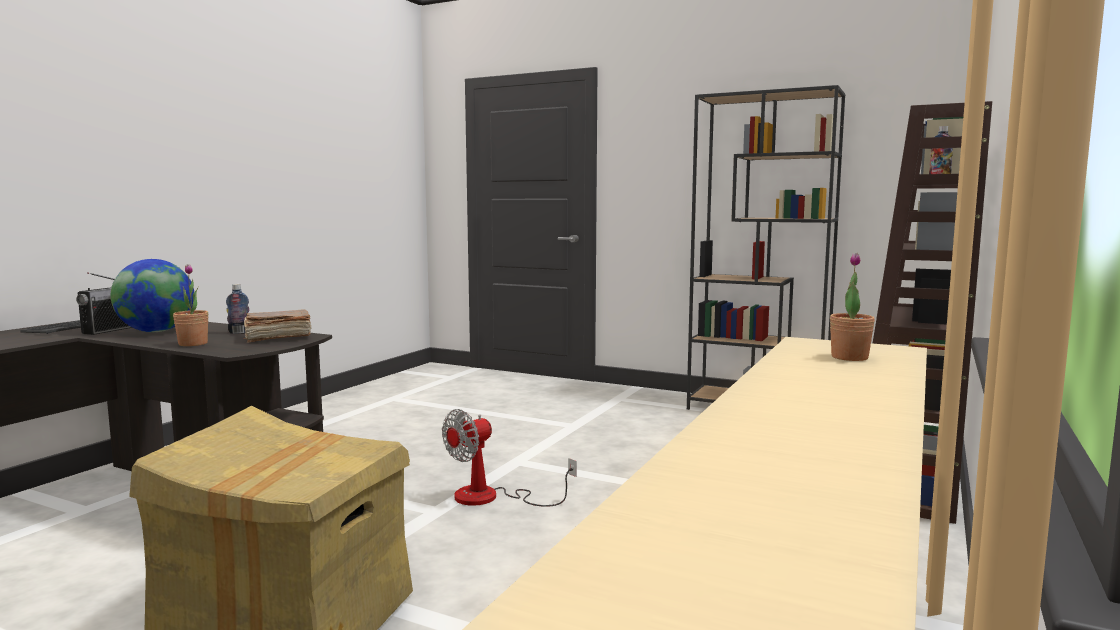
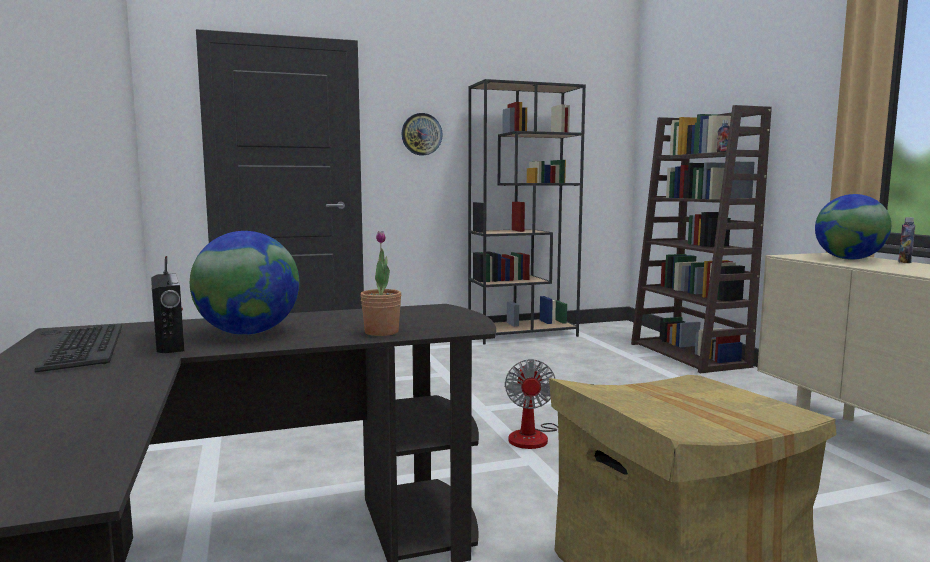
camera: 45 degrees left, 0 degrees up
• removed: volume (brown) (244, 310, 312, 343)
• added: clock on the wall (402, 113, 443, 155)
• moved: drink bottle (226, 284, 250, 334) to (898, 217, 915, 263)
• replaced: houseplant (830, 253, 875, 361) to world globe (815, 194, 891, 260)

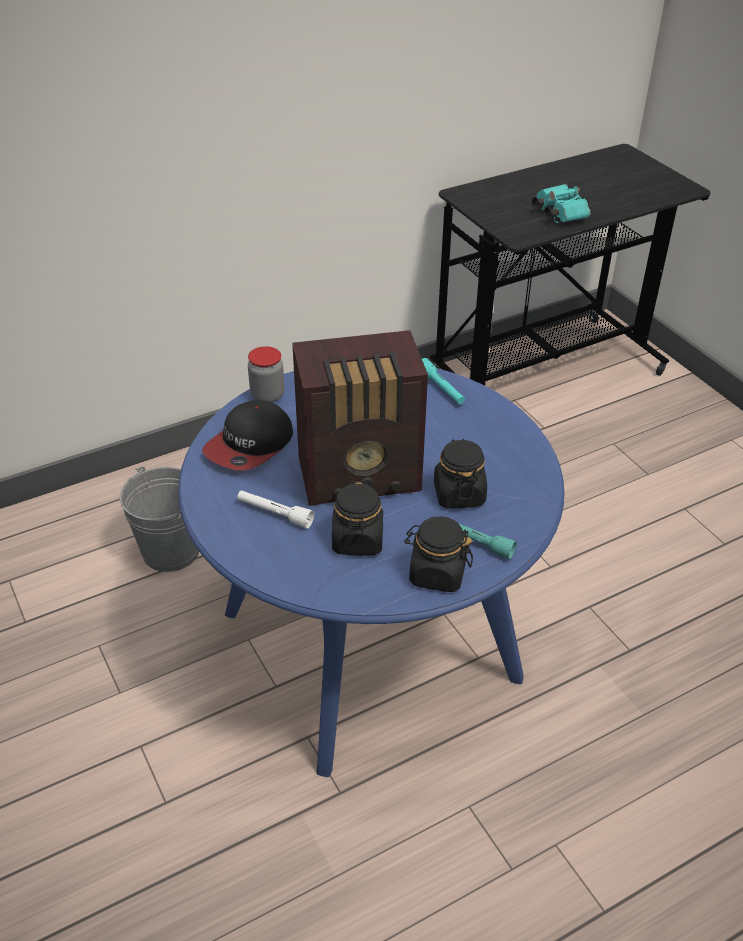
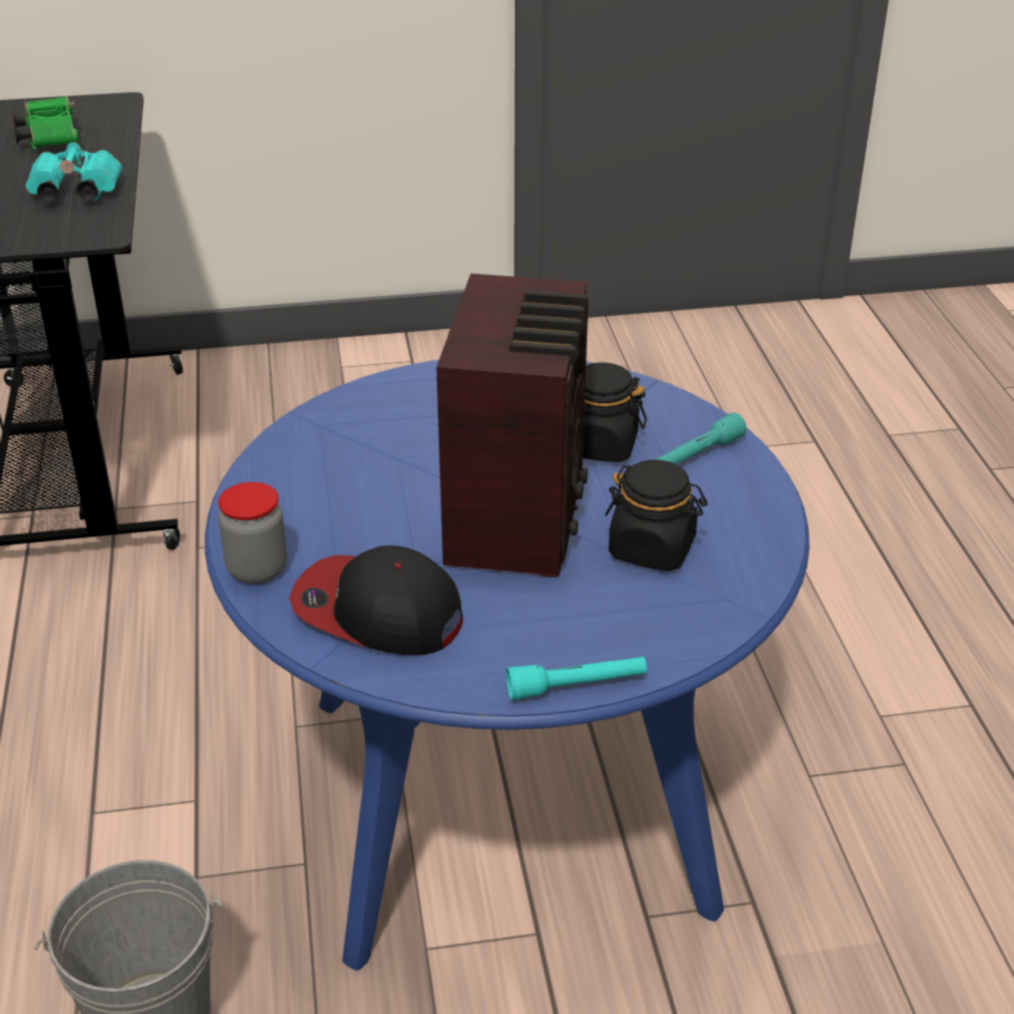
camera: 70 degrees left, 5 degrees down
• removed: hand torch (whitish) (237, 490, 314, 529)
• removed: storage jar (black) (404, 516, 473, 592)
• added: binoculars (green-coloured) (12, 96, 78, 149)
• moved: hand torch (turquoise) (422, 358, 465, 405) to (506, 657, 647, 700)
• turned: baseball cap (202, 400, 293, 470) = (289, 546, 463, 656) 150 degrees clockwise

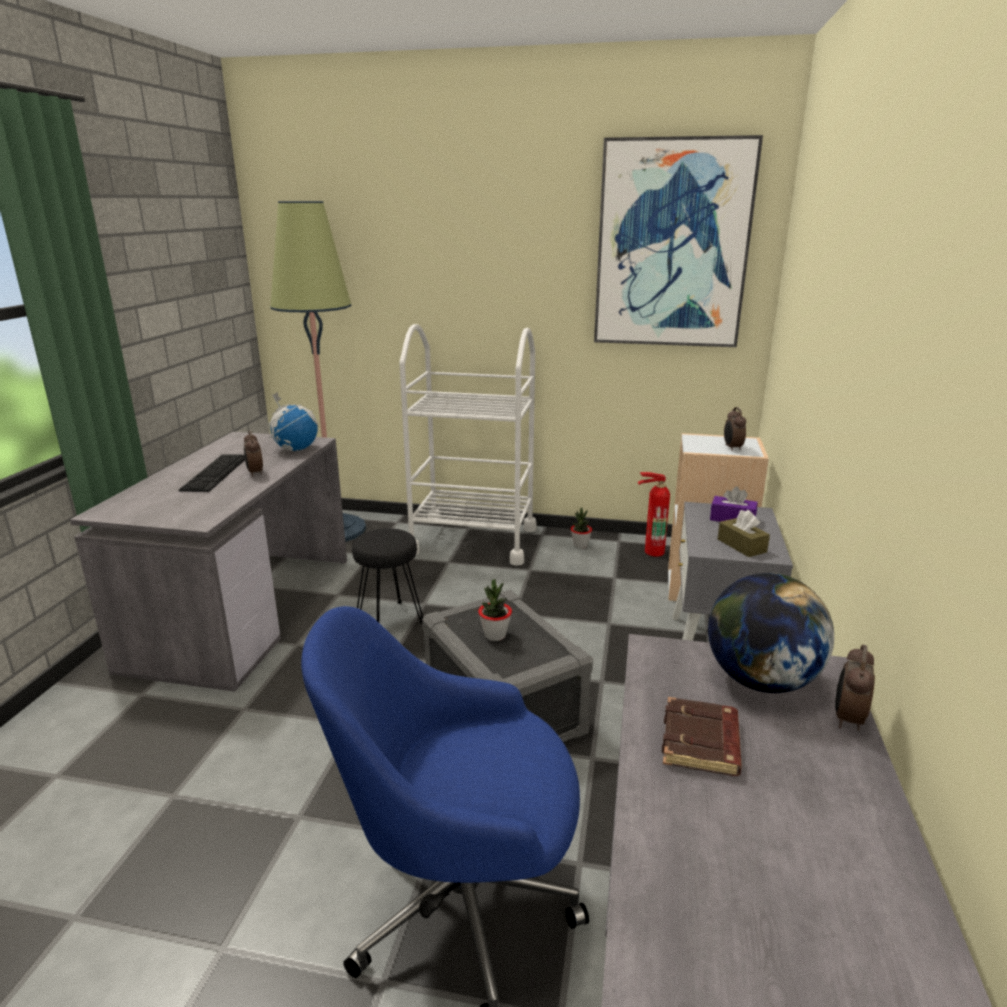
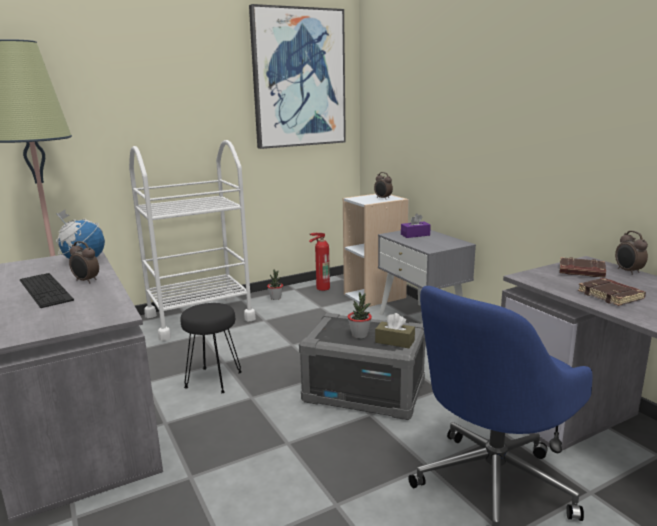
camera: 40 degrees left, 5 degrees down
• moved: tissue holder (brown) (718, 510, 770, 557) to (375, 313, 415, 348)
• replaced: world globe (708, 573, 834, 693) to volume (brown) (560, 257, 606, 278)

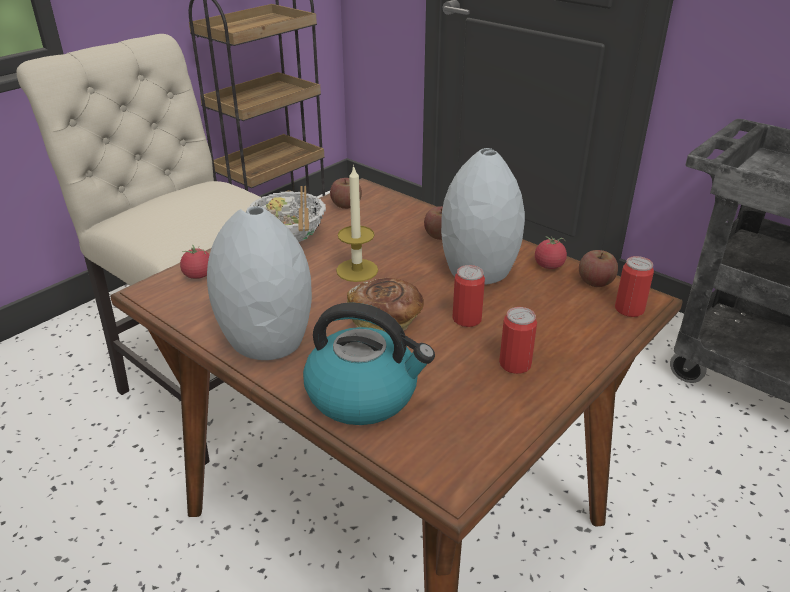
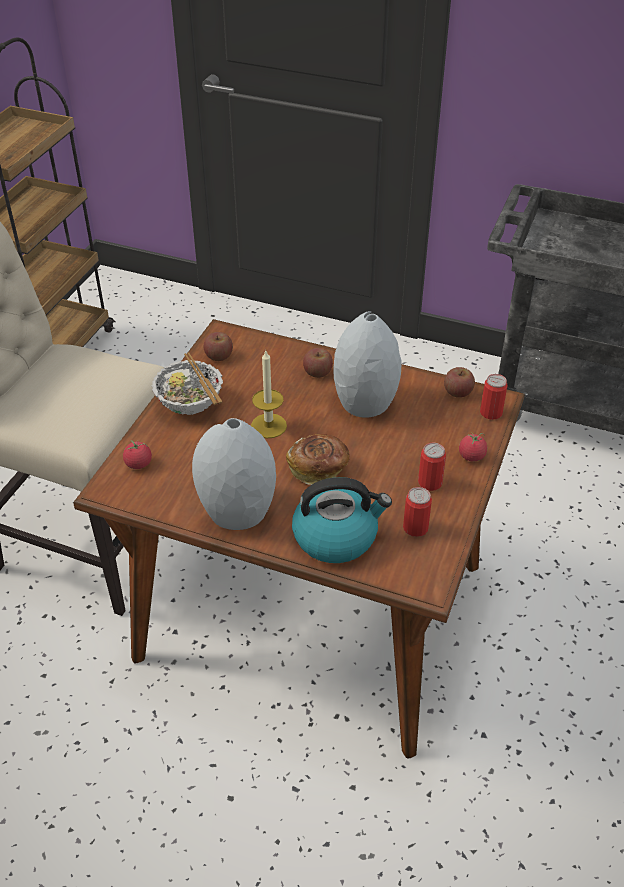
camera: 20 degrees left, 10 degrees up
• moved: sealed can (452, 265, 485, 327) to (403, 487, 432, 537)
• moved: whole tomato (535, 237, 567, 269) to (459, 433, 487, 462)

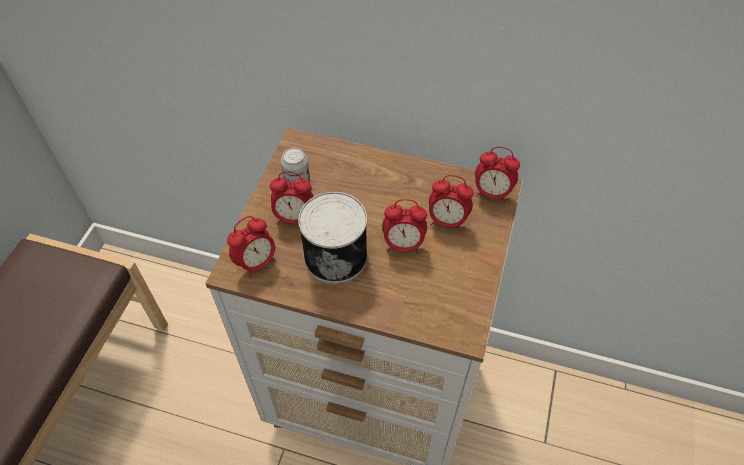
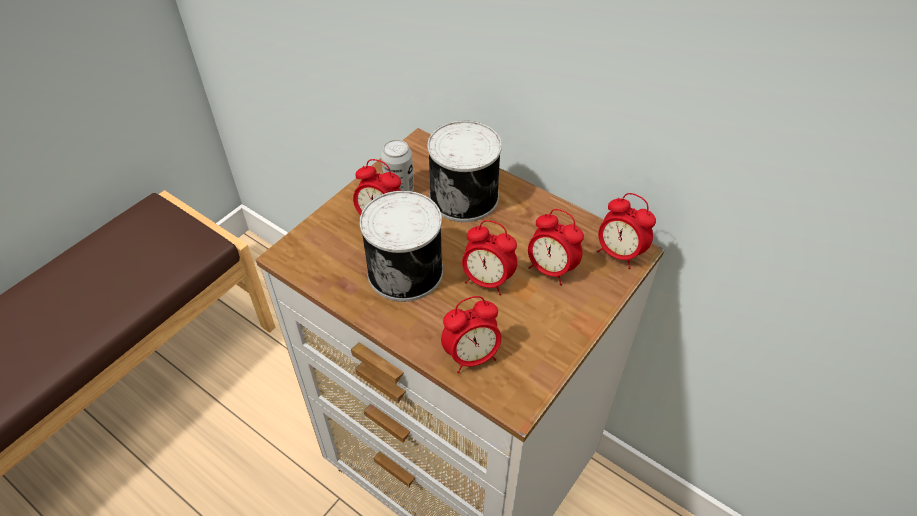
camera: 20 degrees right, 5 degrees down
• added: sealed can (427, 121, 502, 222)
• moved: bedside clock (227, 216, 275, 278) to (441, 296, 501, 373)

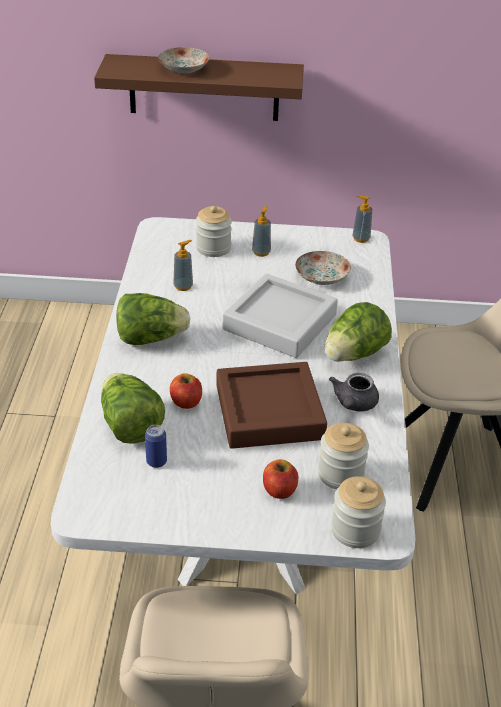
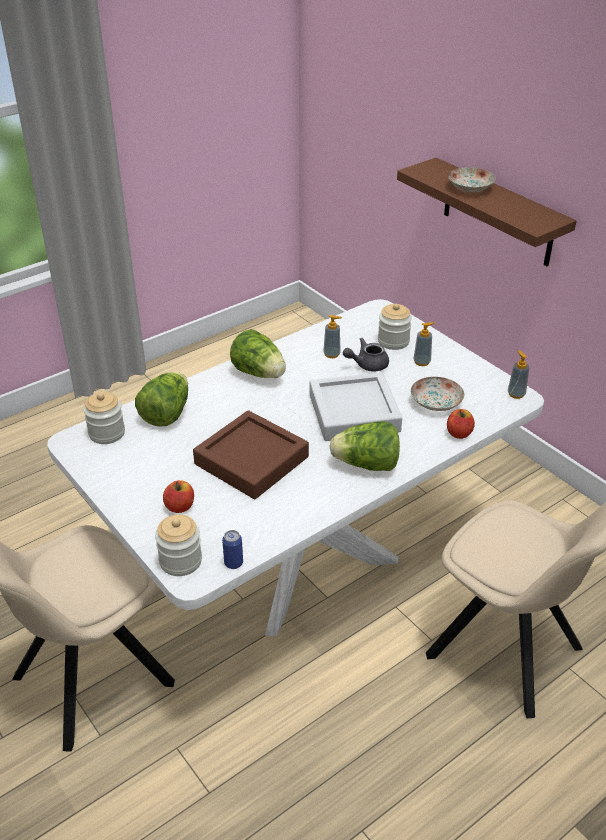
camera: 50 degrees right, 0 degrees up
• moved: sealed can (145, 425, 167, 468) to (222, 530, 243, 569)
• moved: apple (170, 373, 202, 409) to (447, 409, 475, 439)
• moved: storage jar (318, 423, 369, 489) to (83, 392, 125, 444)
• moved: pot for tea (grey) (329, 373, 379, 412) to (343, 338, 389, 371)

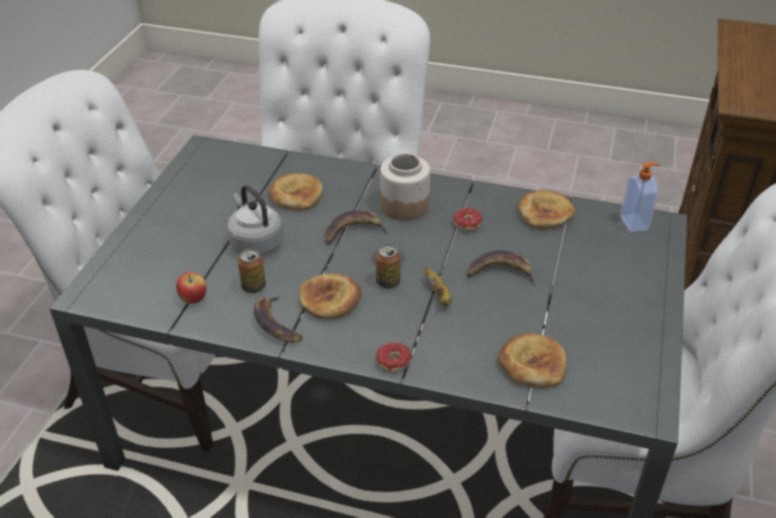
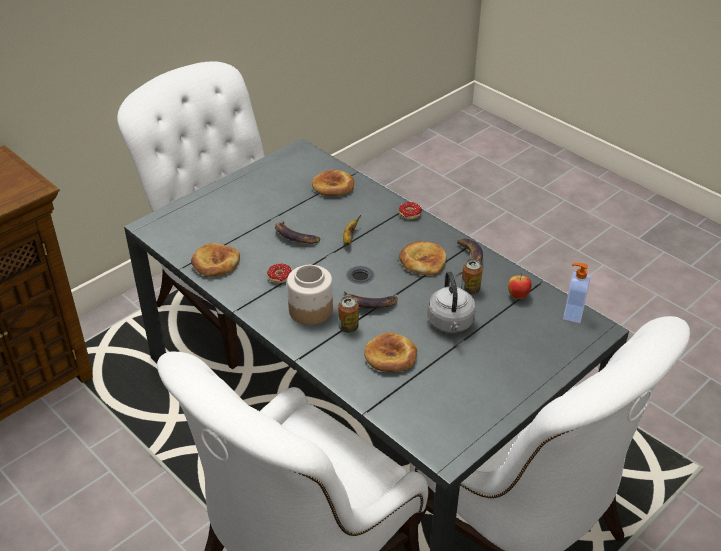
camera: 150 degrees left, 0 degrees up
• moved: sealed can (376, 244, 400, 289) to (338, 296, 359, 333)
• moved: liquid soap bottle (620, 162, 660, 232) to (563, 263, 591, 323)

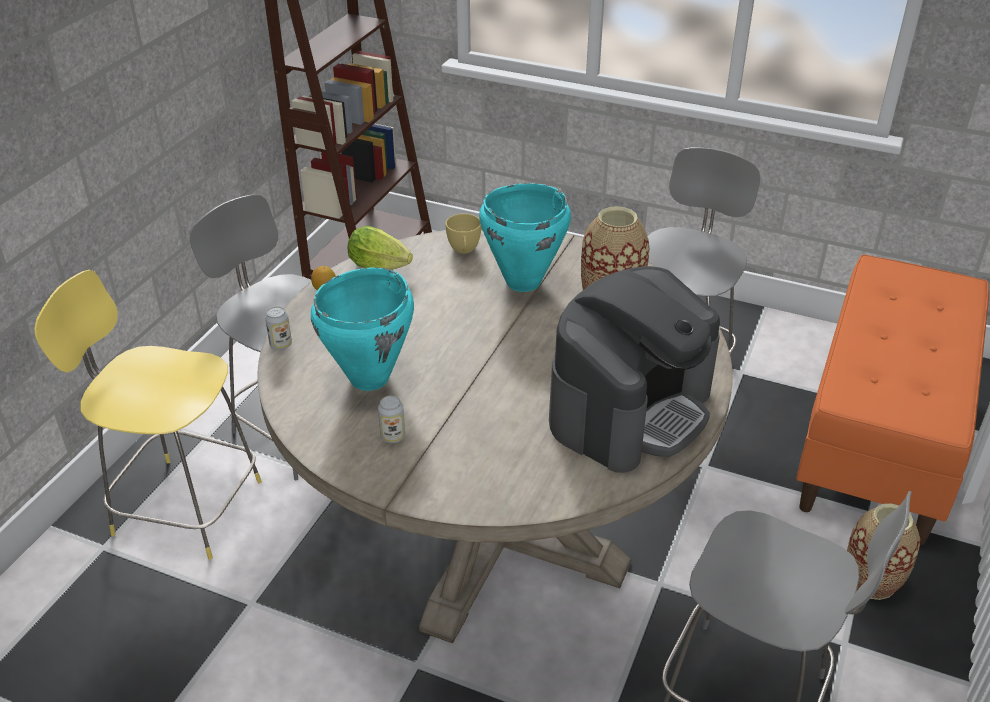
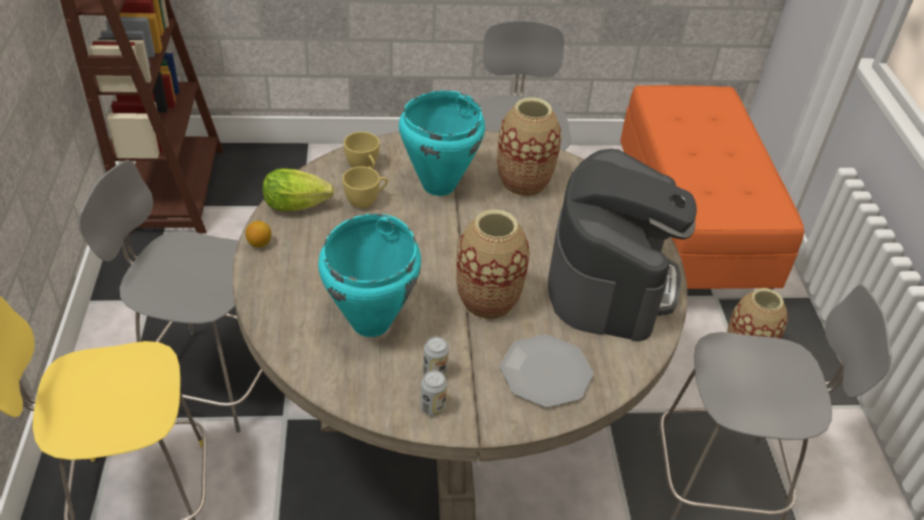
camera: 30 degrees left, 5 degrees up
• added: small cup (yellow) (342, 166, 388, 208)
• added: vase (456, 209, 530, 320)
• added: plate (500, 335, 593, 408)
• moved: sealed can (265, 306, 292, 350) to (420, 370, 447, 416)

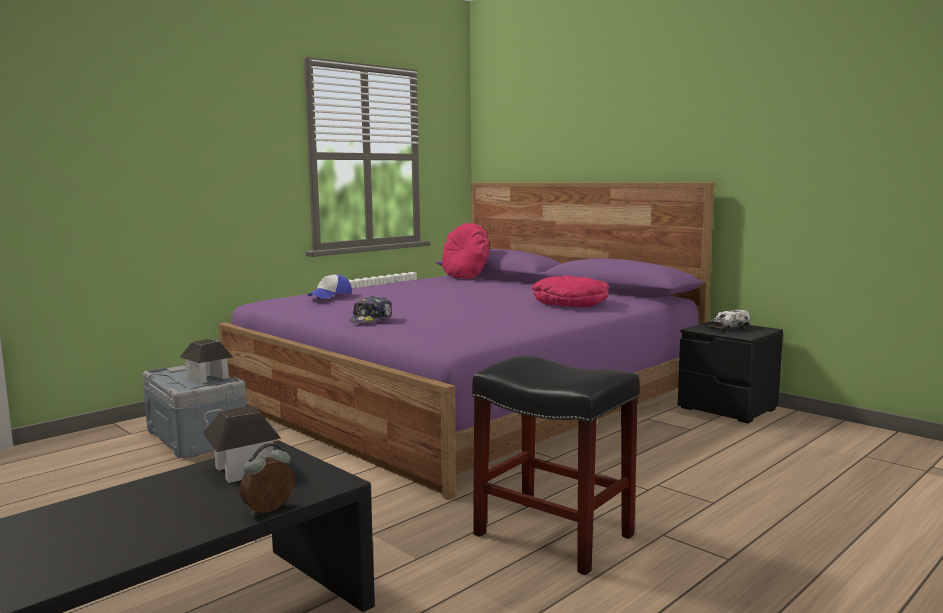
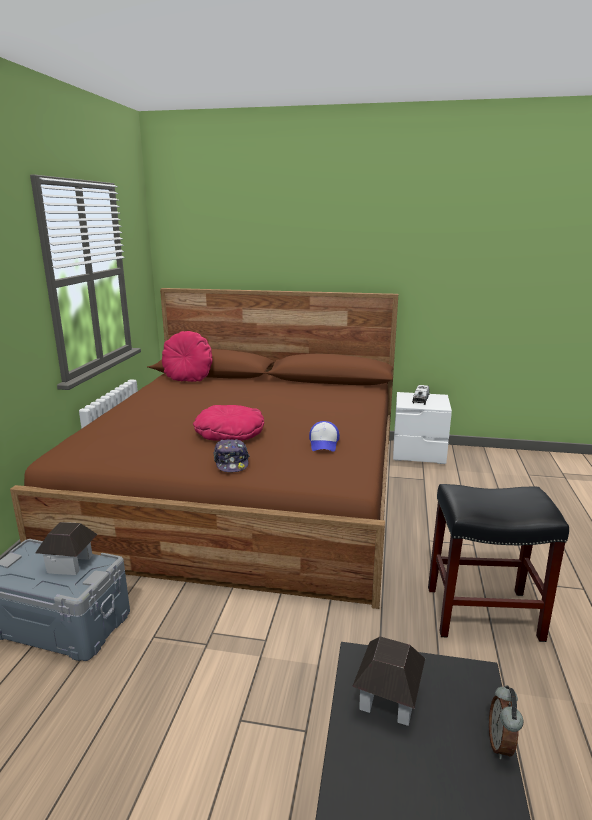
camera: 35 degrees left, 10 degrees up
• moved: baseball cap (307, 275, 352, 299) to (309, 421, 340, 452)
• moved: cushion (pinkish) (532, 275, 609, 307) to (193, 405, 264, 441)
• recoloured: bed (purple-coloured) (219, 183, 714, 500) to bed (brown) (10, 288, 398, 609)
• recoloured: nightstand (black) (678, 322, 783, 423) to nightstand (whitish) (393, 392, 452, 464)

